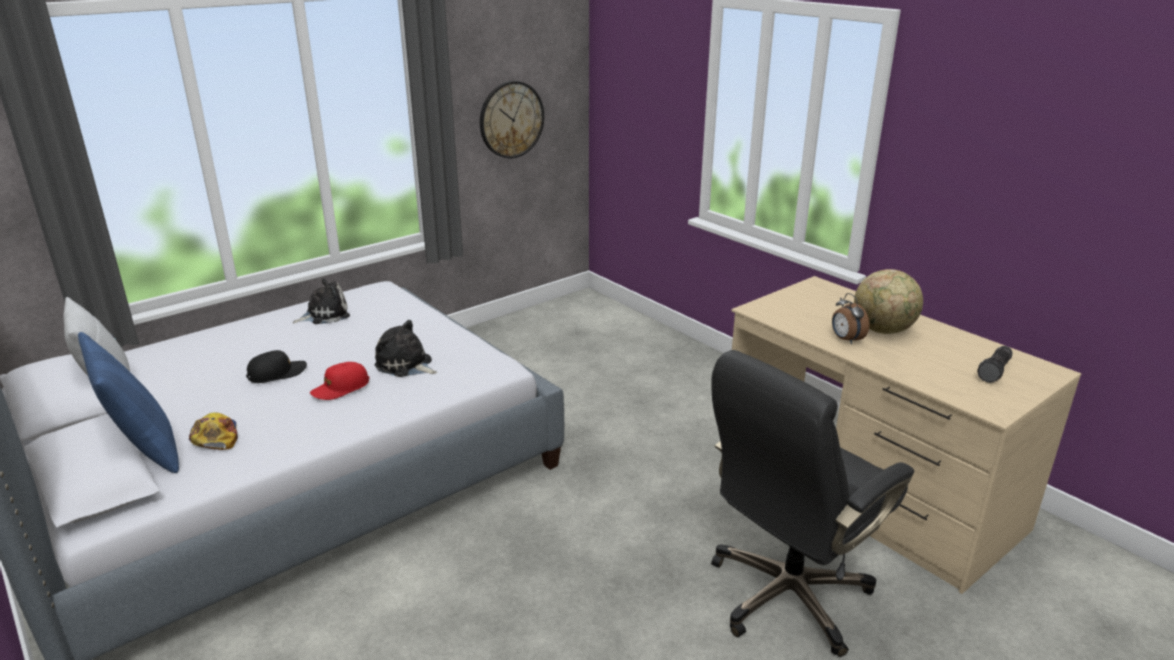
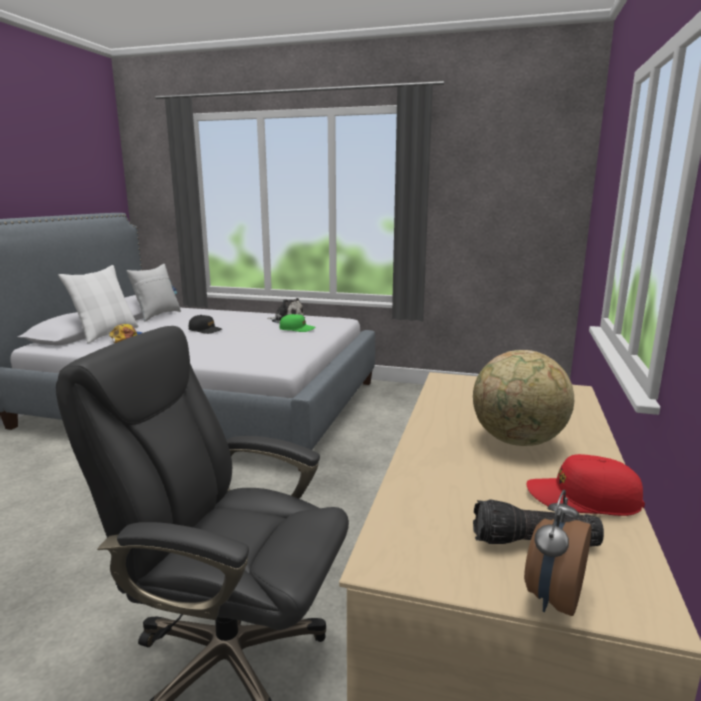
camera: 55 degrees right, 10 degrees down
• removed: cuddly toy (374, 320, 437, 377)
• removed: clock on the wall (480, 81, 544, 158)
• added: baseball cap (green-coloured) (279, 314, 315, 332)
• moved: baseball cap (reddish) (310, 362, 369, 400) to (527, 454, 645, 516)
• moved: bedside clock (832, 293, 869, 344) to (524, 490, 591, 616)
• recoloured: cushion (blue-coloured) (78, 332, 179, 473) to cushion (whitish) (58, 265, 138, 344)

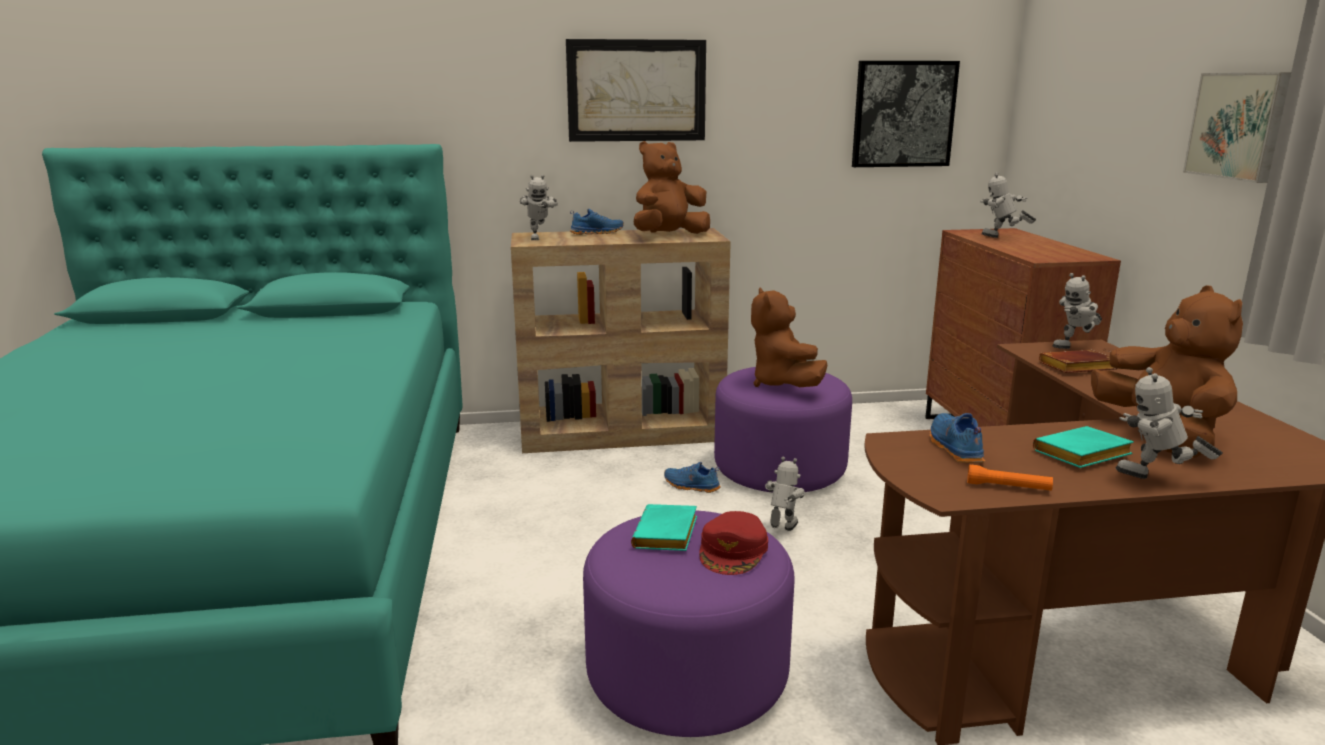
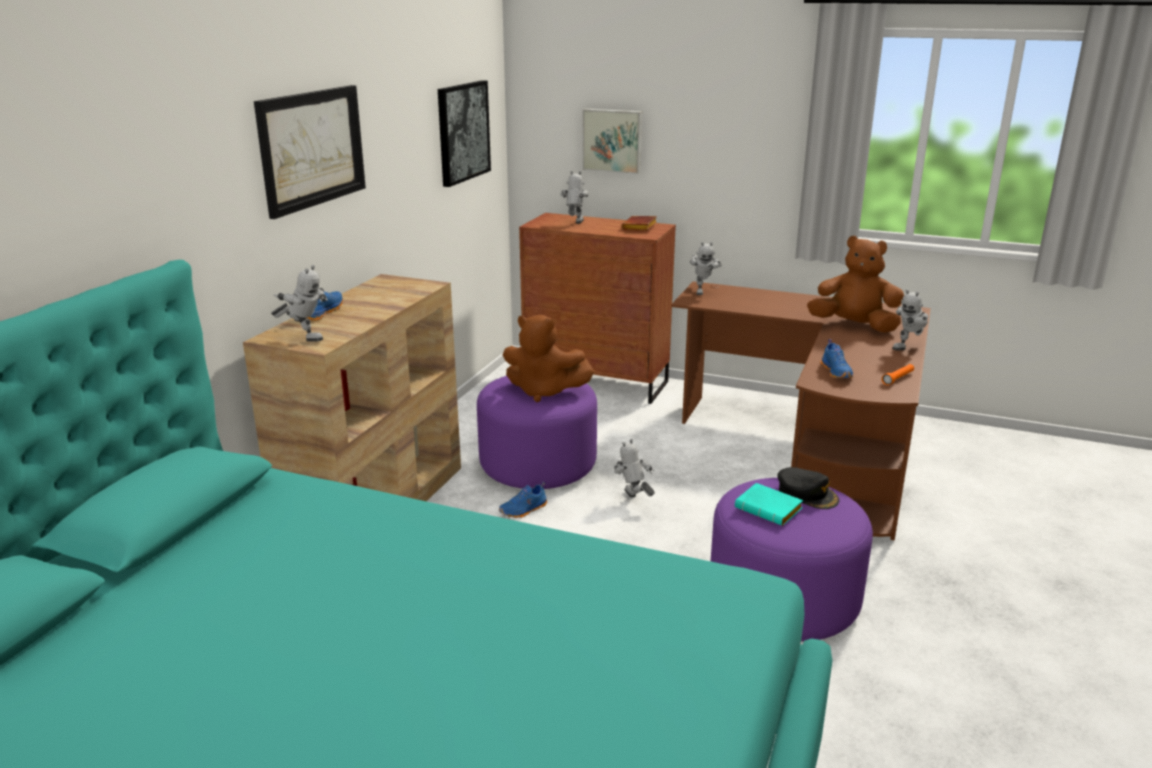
camera: 60 degrees left, 5 degrees up
• removed: cuddly toy (brown) (634, 141, 710, 234)
• removed: volume (turquoise) (1033, 426, 1134, 468)
• moved: volume (brown) (1039, 350, 1117, 373) to (621, 216, 657, 231)
• moved: picture (1183, 72, 1291, 183) to (582, 109, 642, 174)
• recoloured: baseball cap (reddish) (699, 511, 768, 575) to baseball cap (black) (777, 467, 839, 509)
• turned: low shoe (blue-coloured) (930, 413, 985, 463) = (821, 339, 853, 378) 120 degrees counterclockwise
• turned: robot figure (980, 172, 1036, 238) = (560, 171, 588, 224) 135 degrees clockwise

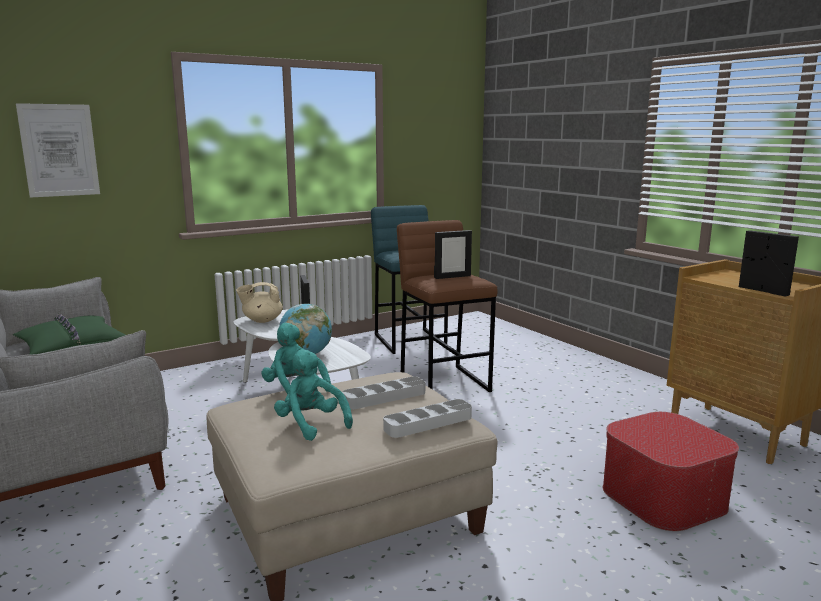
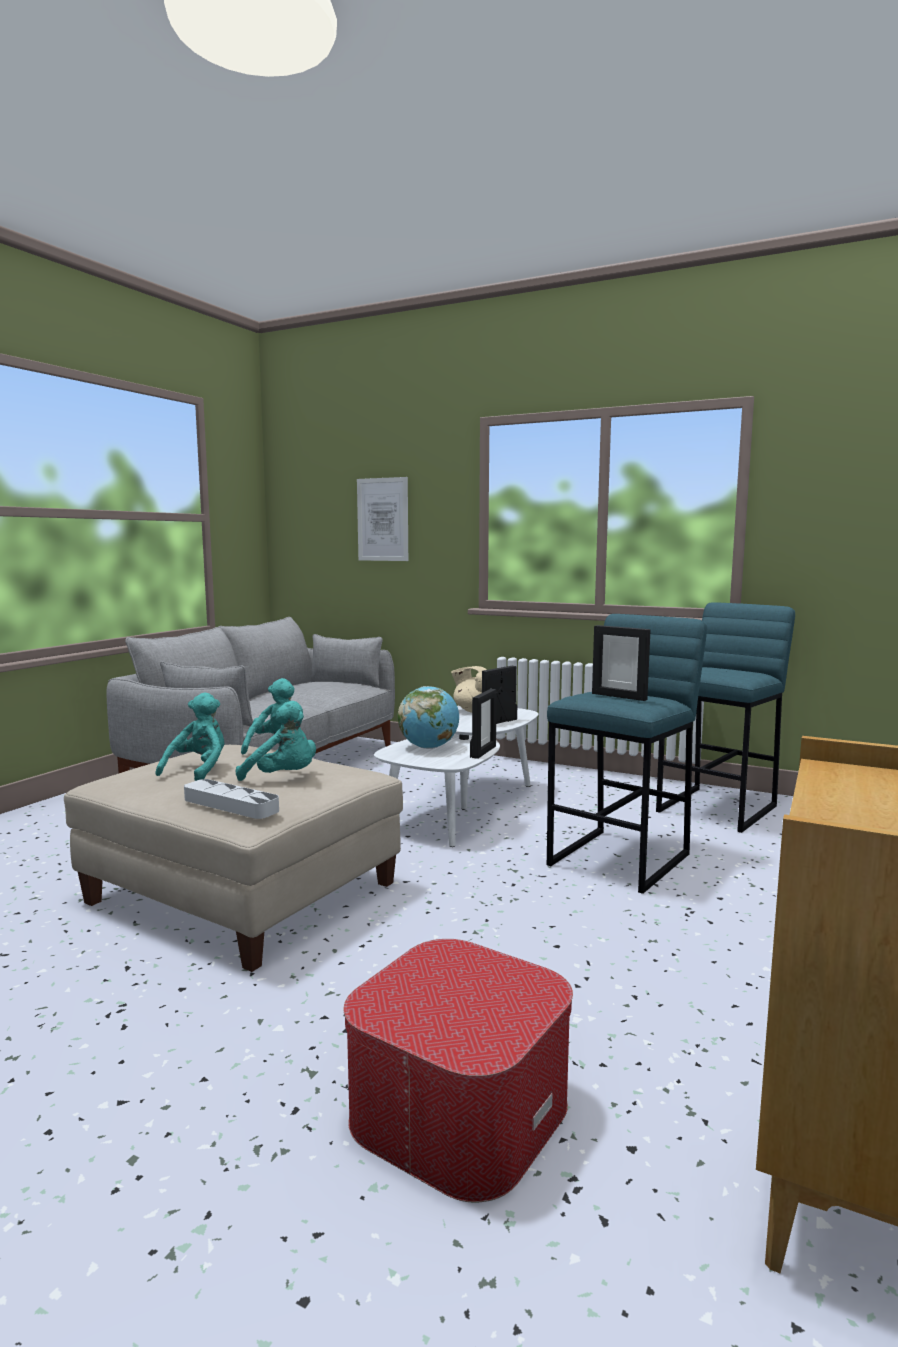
camera: 60 degrees right, 5 degrees down
• removed: cushion (green-coloured) (13, 314, 126, 354)
• moved: picture frame (739, 230, 799, 297) to (470, 689, 497, 759)
• replaced: carrying tray (grey) (342, 376, 425, 409) to cuddly toy (turquoise) (236, 701, 316, 781)
• recoloured: sitting stool (brown) (397, 220, 498, 392) to sitting stool (turquoise) (547, 614, 707, 894)

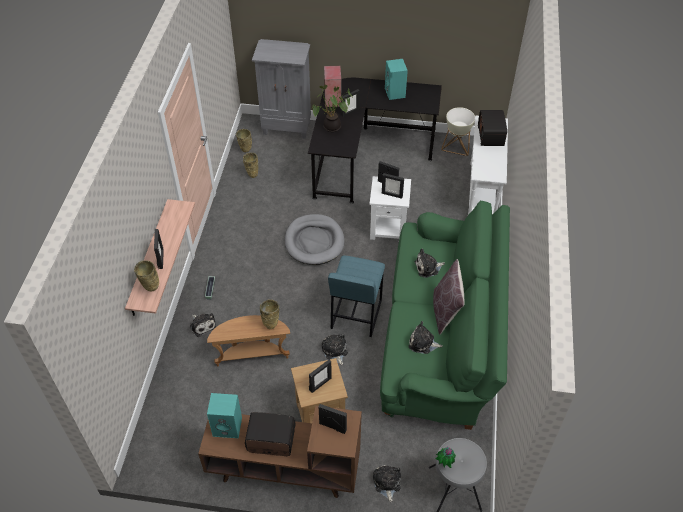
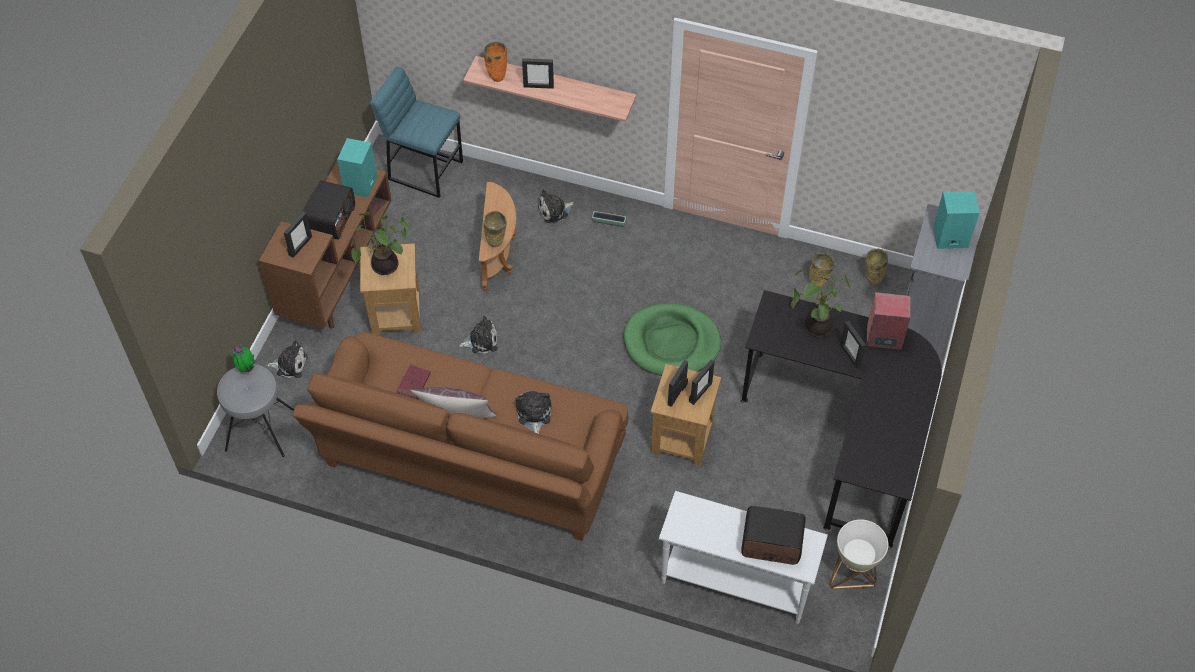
camera: 100 degrees right, 5 degrees up
• moved: sitting stool (blue-coloured) (328, 256, 385, 337) to (370, 67, 463, 198)
• moved: loudspeaker (turquoise) (385, 59, 408, 100) to (933, 191, 979, 249)
• replaced: picture frame (309, 360, 332, 393) to houseplant (350, 211, 410, 275)
• replaced: cuddly toy (409, 321, 443, 354) to volume (reddish) (396, 364, 431, 399)
• recoloured: vase (beige) (134, 260, 159, 291) to vase (orange) (483, 42, 508, 82)
• recoloured: dog bed (grey) (285, 214, 345, 265) to dog bed (green-coloured) (624, 303, 721, 376)
• recoloured: end table (whitish) (369, 176, 411, 240) to end table (brown) (650, 364, 721, 466)
• recoloured: sofa (green-coloured) (380, 200, 510, 430) to sofa (brown) (293, 332, 629, 541)

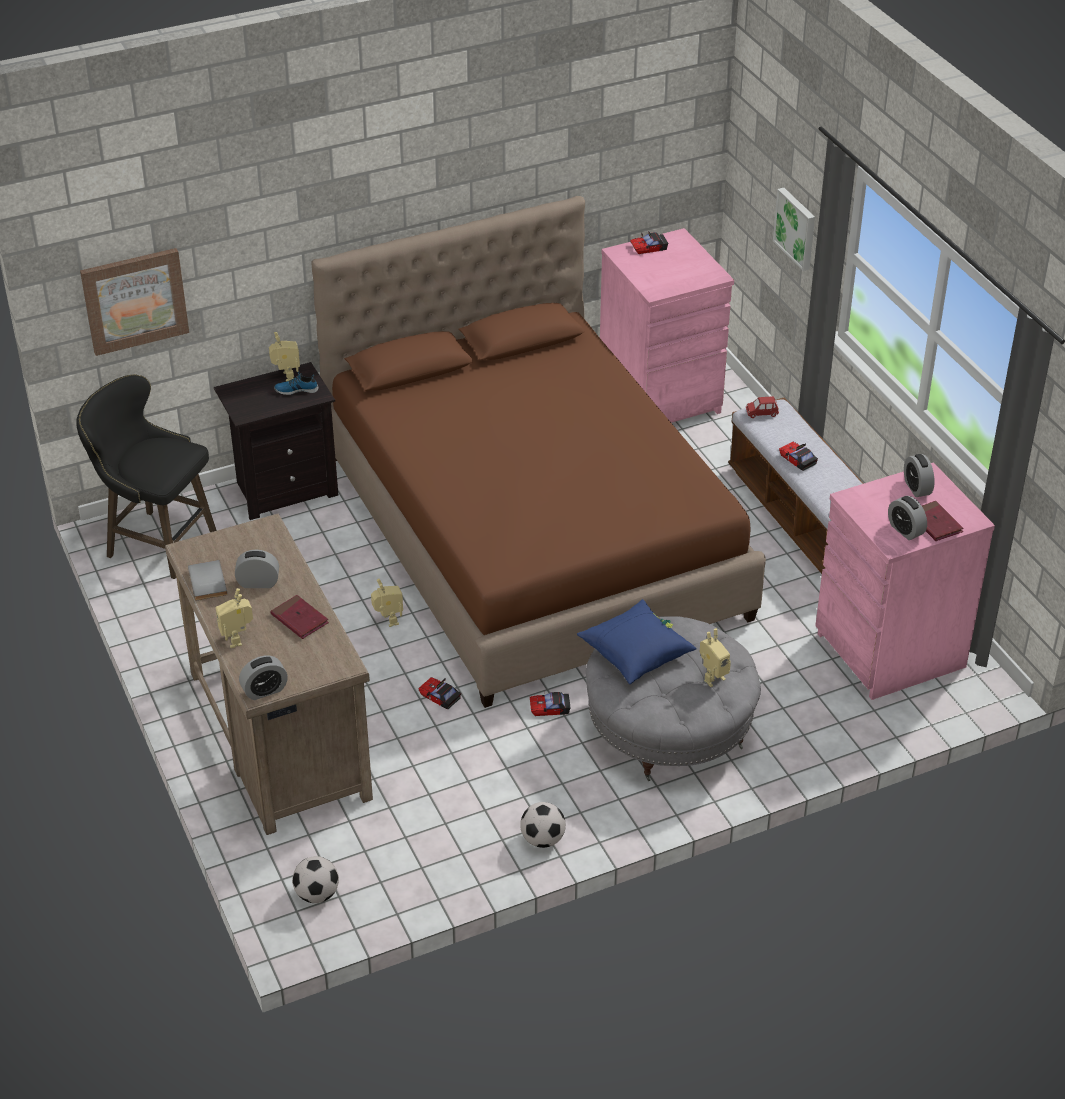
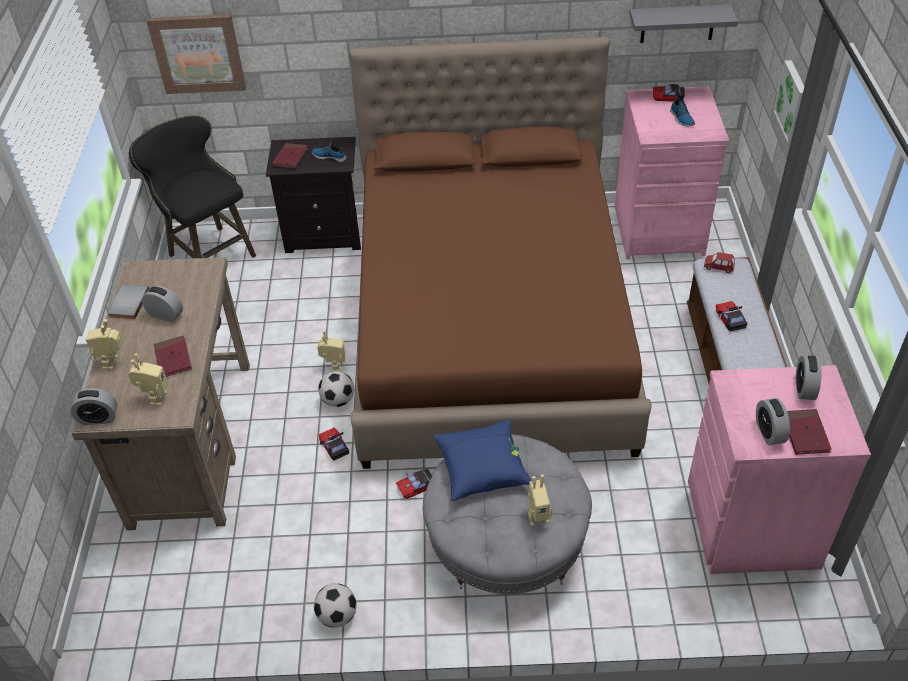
camera: 25 degrees right, 5 degrees up
• added: volume (reddish) (272, 143, 308, 168)
• added: wall shelf (grey) (629, 5, 738, 43)
• added: low shoe (670, 96, 695, 126)
• moved: robot figure (269, 332, 300, 382) to (128, 353, 168, 406)
• moved: football ball (292, 856, 339, 903) to (318, 371, 354, 407)
• turned: model car (530, 692, 571, 716) = (396, 469, 432, 499) 45 degrees counterclockwise

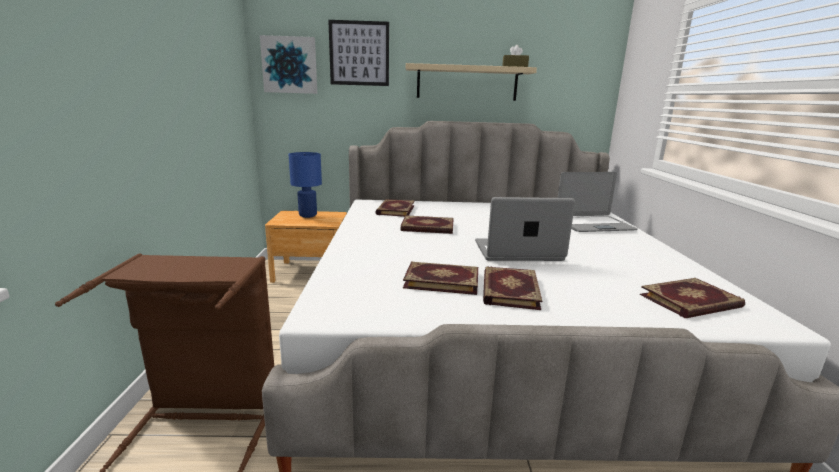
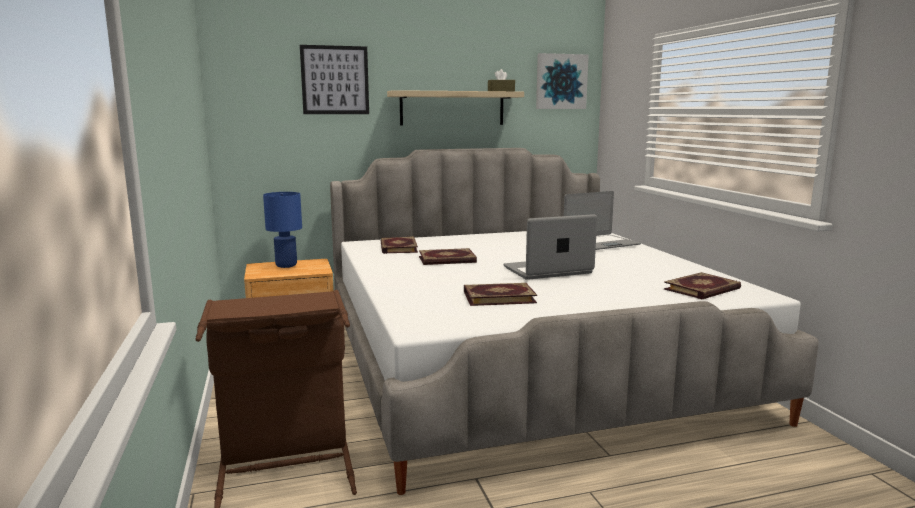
camera: 15 degrees left, 5 degrees down
• removed: volume (483, 266, 542, 310)
• moved: picture (260, 35, 317, 94) to (536, 53, 589, 109)

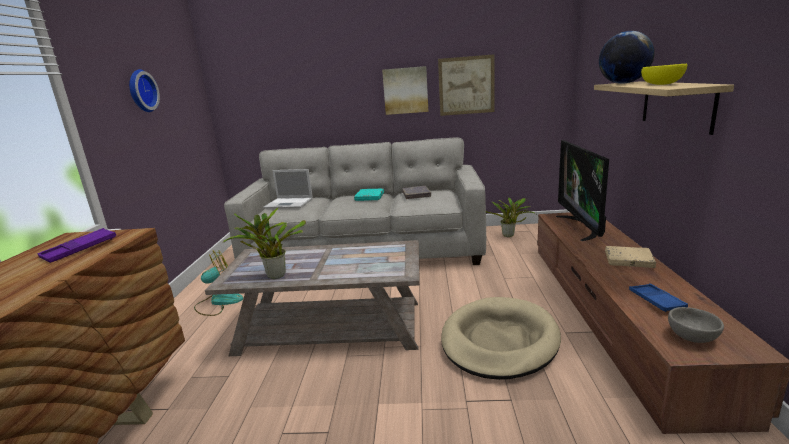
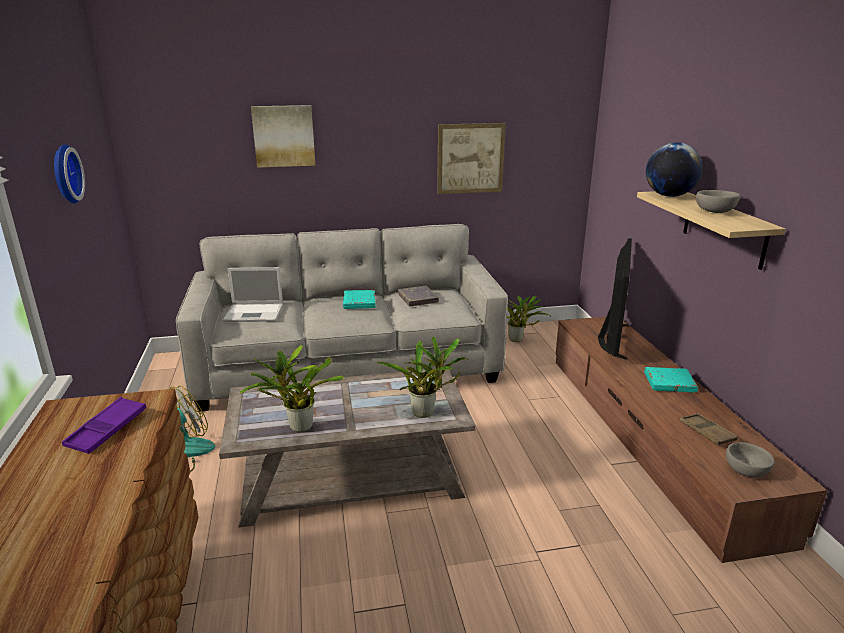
camera: 15 degrees left, 5 degrees up
• removed: dog bed (beige) (441, 297, 561, 380)
• added: houseplant (376, 337, 469, 418)
• moved: picture (382, 66, 428, 115) to (251, 105, 316, 168)
• recoloured: volume (beige) (605, 246, 656, 268) to volume (turquoise) (644, 367, 698, 393)
• recoloured: carrying tray (blue-coloured) (629, 284, 688, 312) to carrying tray (brown) (680, 413, 738, 445)
• recoloured: bowl (yellow) (641, 64, 687, 85) to bowl (grey) (696, 190, 740, 213)
• turned: TV set (556, 140, 609, 241) = (598, 238, 632, 359) 150 degrees counterclockwise

